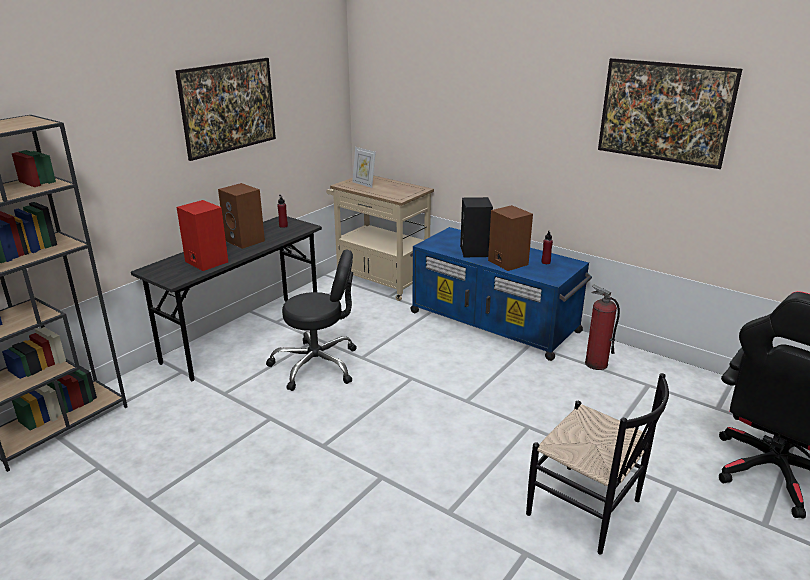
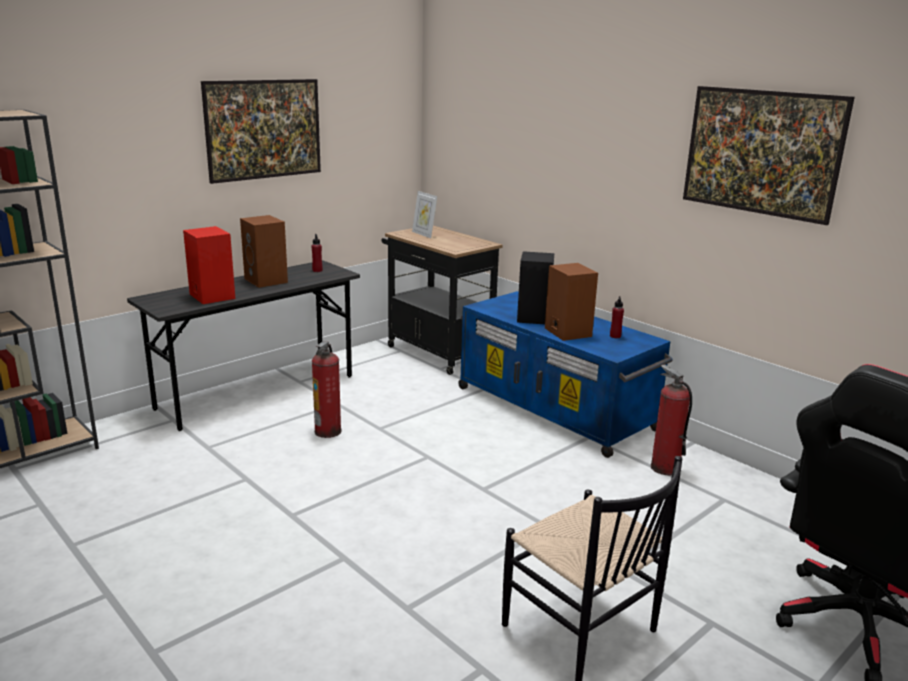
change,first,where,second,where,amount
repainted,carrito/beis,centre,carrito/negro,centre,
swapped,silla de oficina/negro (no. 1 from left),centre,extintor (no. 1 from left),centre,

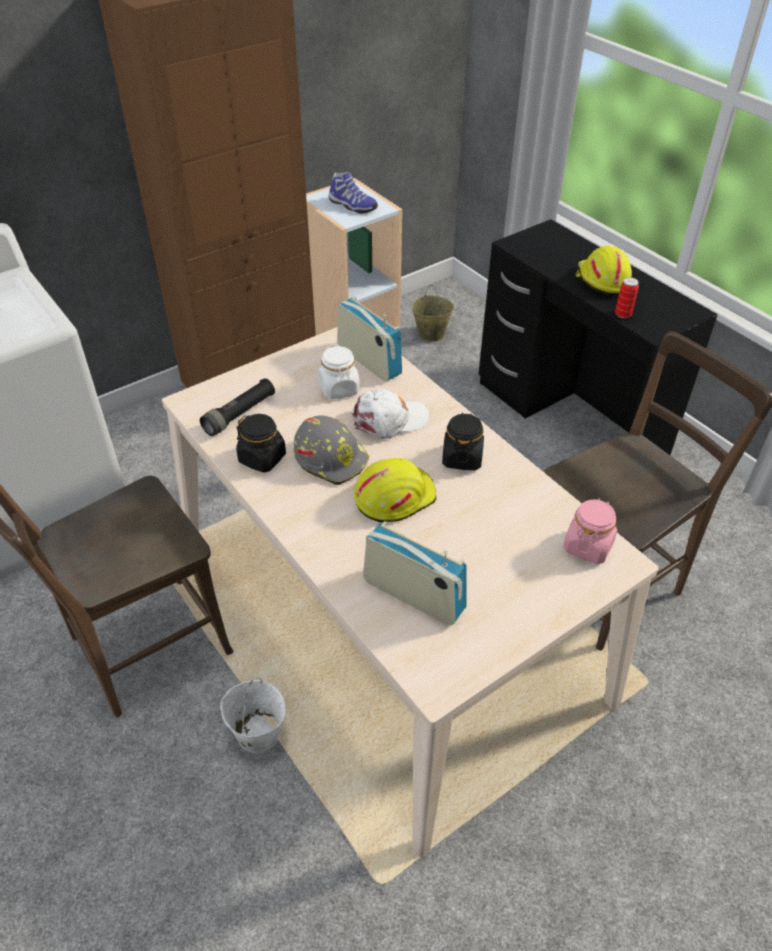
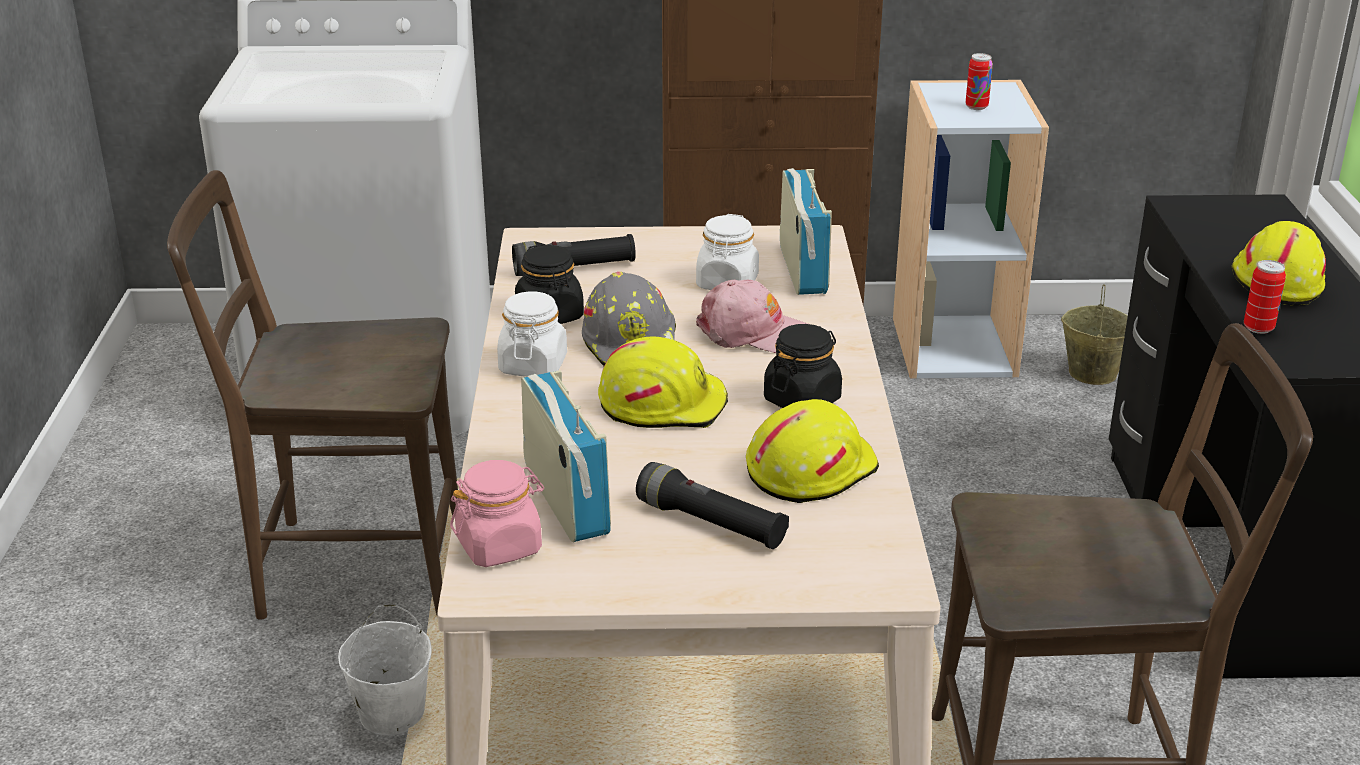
change,first,where,second,where,amount
swapped,zapato,top centre,lata (no. 1 from left),top right,
repainted,gorra/blanco,centre,gorra/rosa,centre,
shifted,tarro/rosa,middle right,,bottom centre,
new,,,tarro/blanco (no. 1 from left),centre,
new,,,casco/amarillo (no. 2 from left),centre,
new,,,linterna/negro (no. 2 from left),centre,

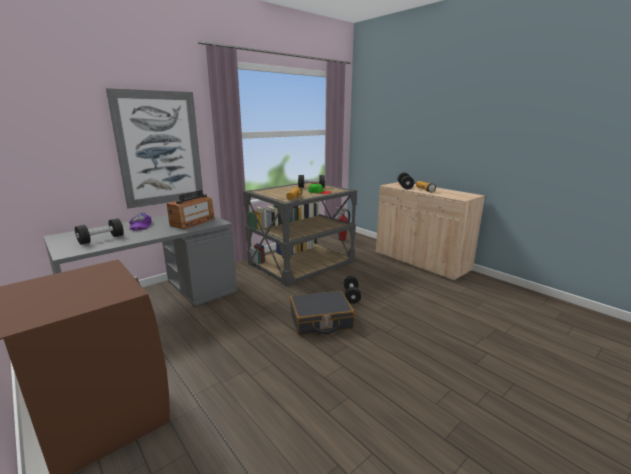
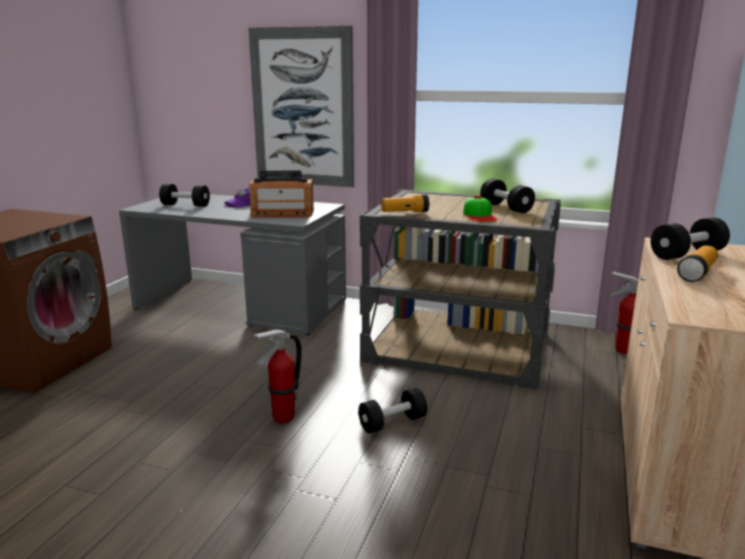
change,first,where,second,where,amount
swapped,maleta/negro,centre,extintor (no. 1 from left),bottom centre,

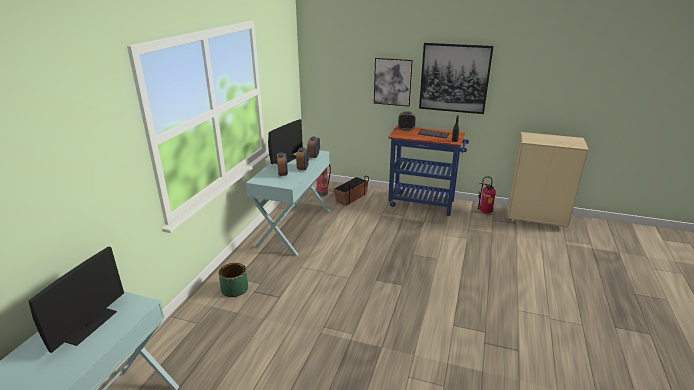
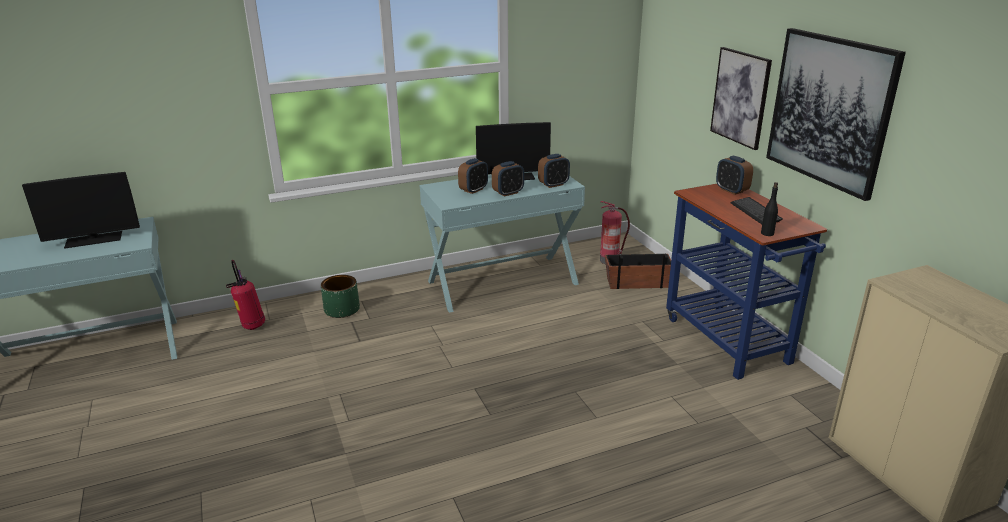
change,first,where,second,where,amount
shifted,extintor (no. 2 from left in the first image),middle right,extintor (no. 1 from left),middle left,

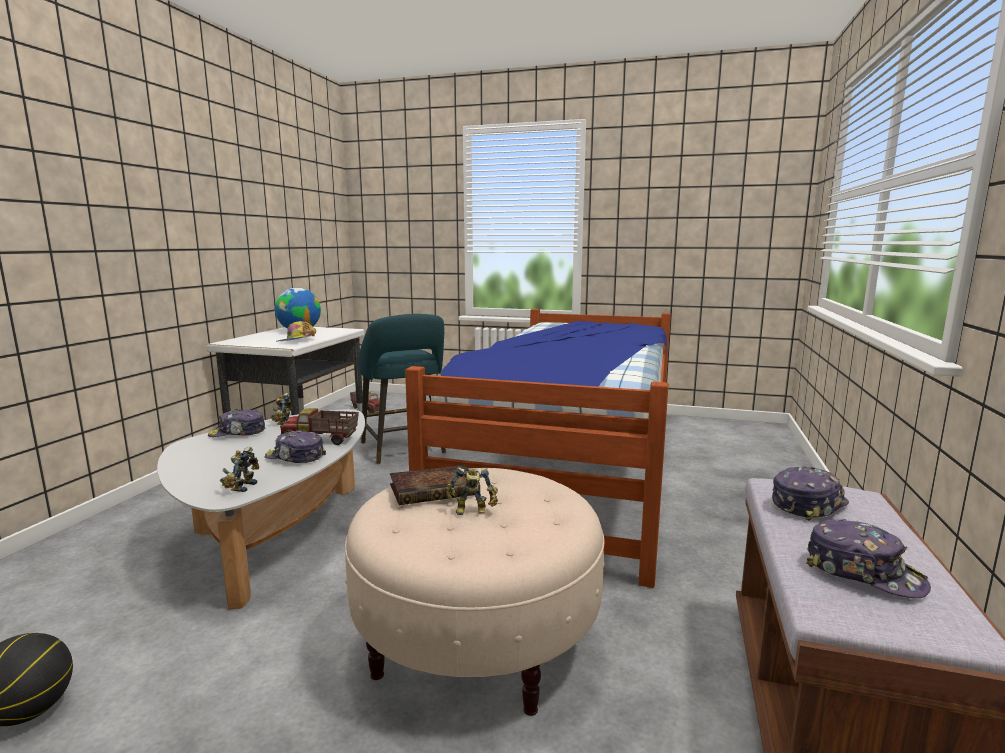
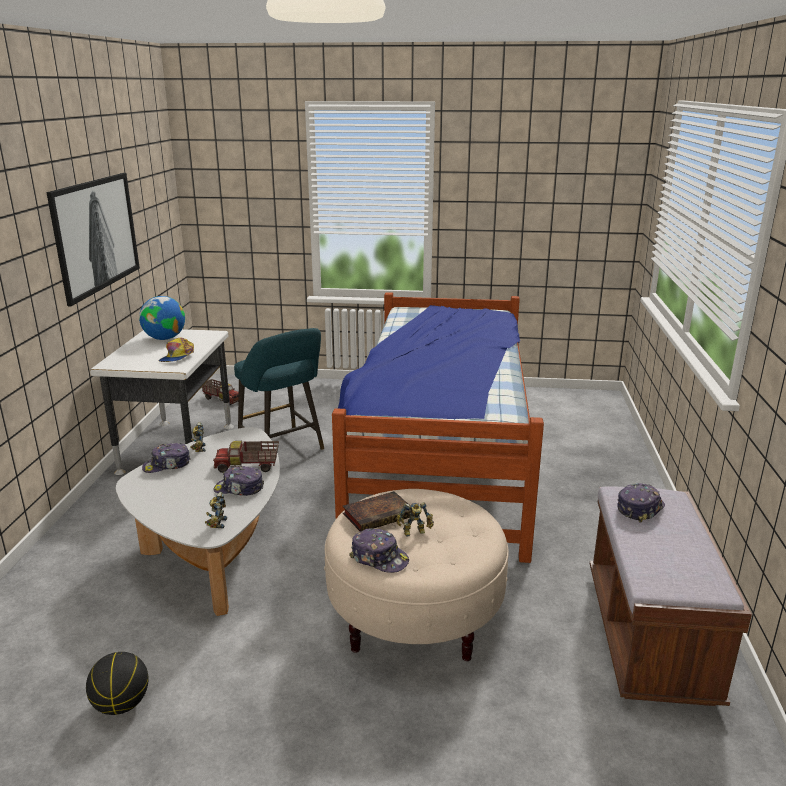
change,first,where,second,where,amount
shifted,gorra (no. 5 from left in the first image),bottom right,gorra (no. 4 from left),bottom centre,
new,,,cuadro,top left,

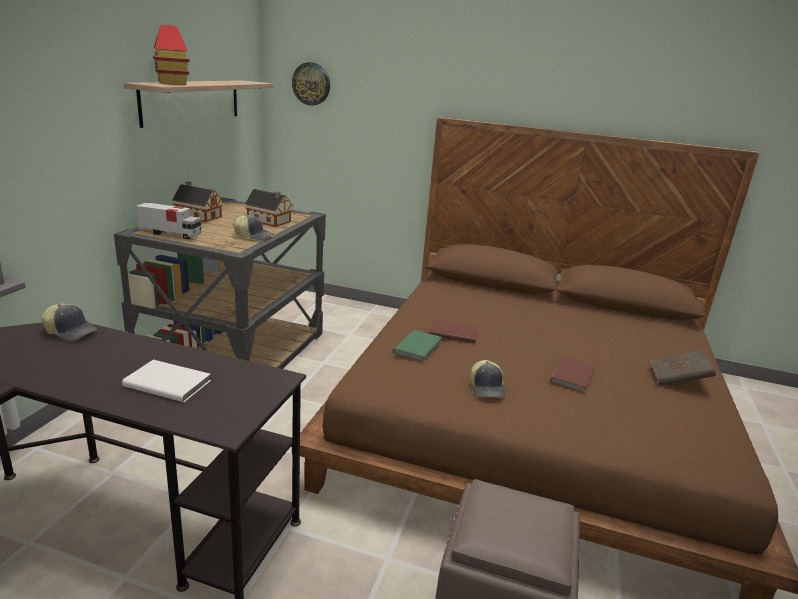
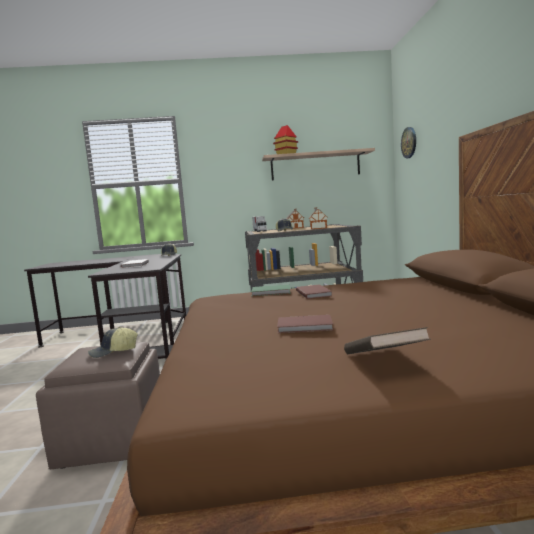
change,first,where,second,where,amount
shifted,gorra (no. 3 from left in the first image),centre,gorra (no. 1 from left),middle left,

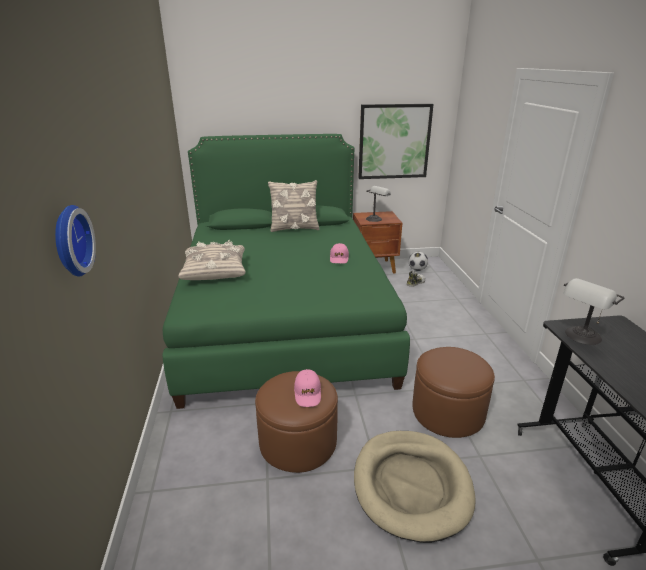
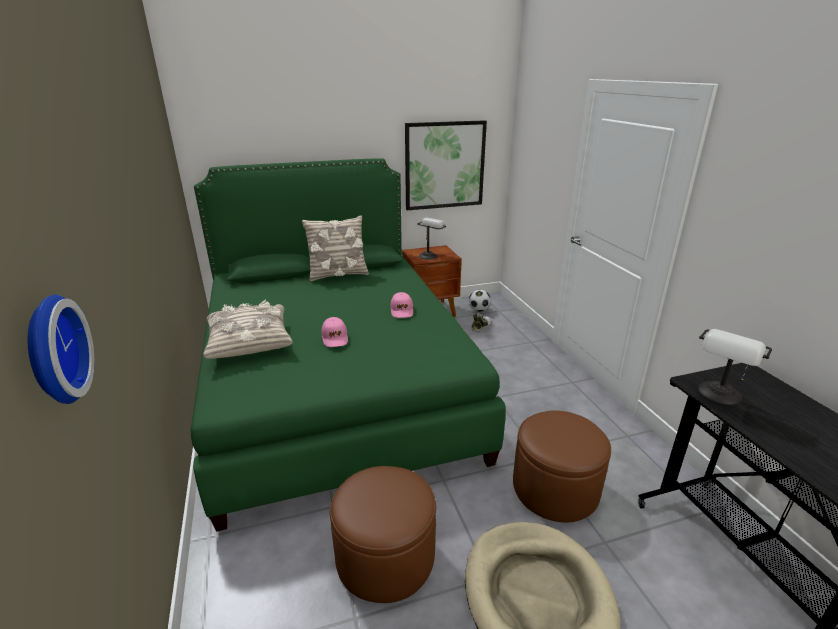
change,first,where,second,where,amount
shifted,gorra/rosa (no. 1 from left),bottom centre,,centre,

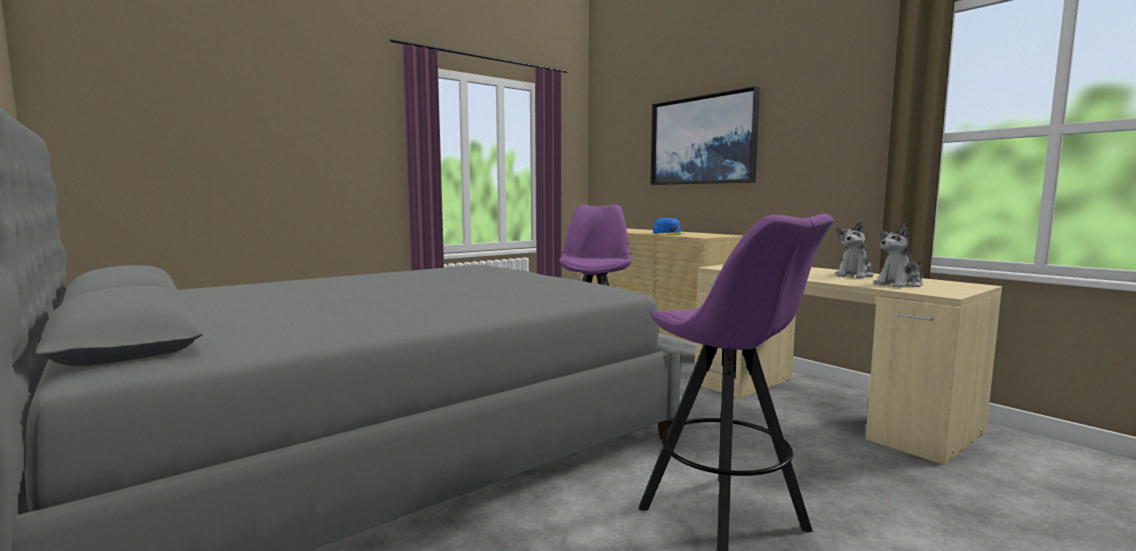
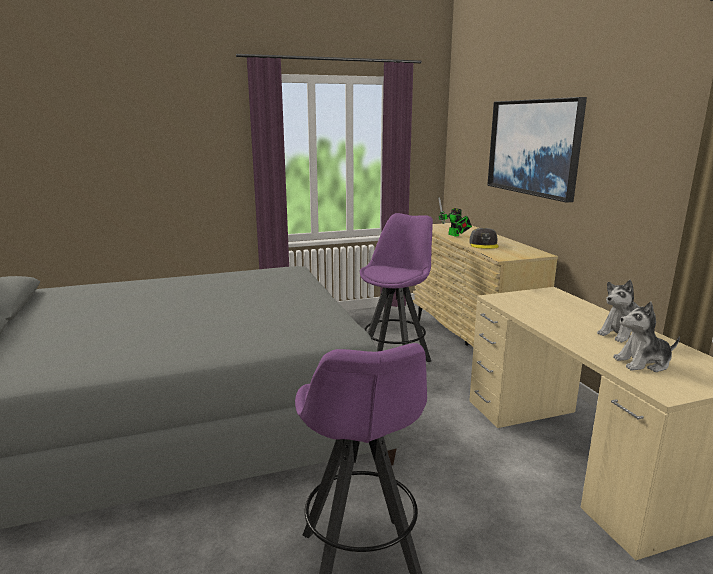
change,first,where,second,where,amount
repainted,gorra/azul,centre,gorra/gris,middle right,
new,,,robot de juguete,centre,

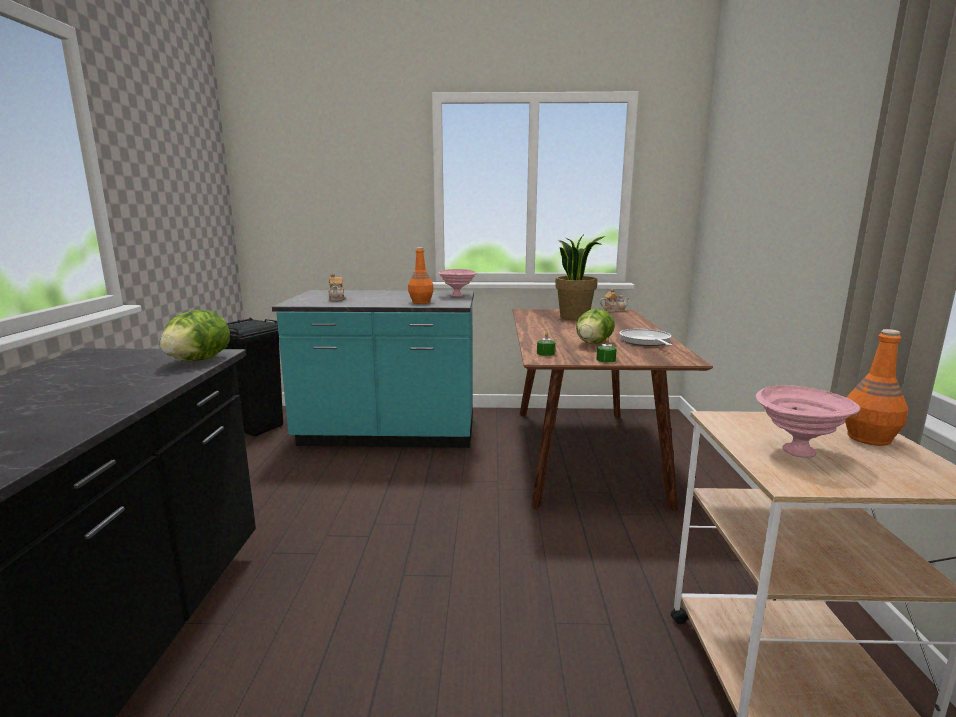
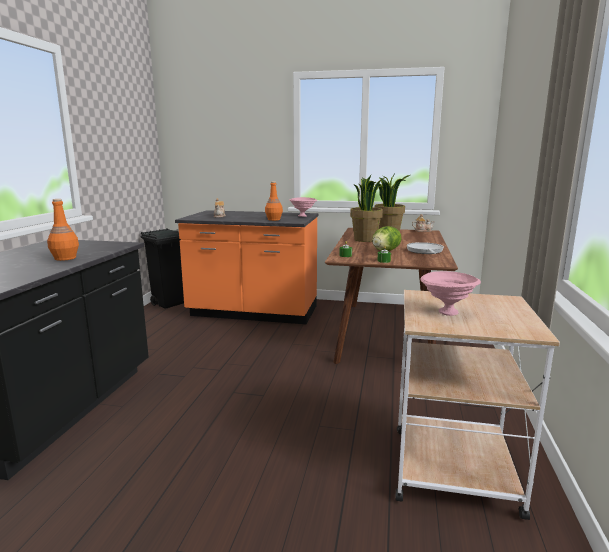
change,first,where,second,where,amount
repainted,mueble bajo de cocina/turquesa,centre,mueble bajo de cocina/naranja,centre,
gone,lechuga (no. 1 from left),middle left,,,
shifted,botella/naranja (no. 2 from left in the first image),middle right,botella/naranja (no. 1 from left),middle left,
new,,,planta en maceta (no. 1 from left),centre,

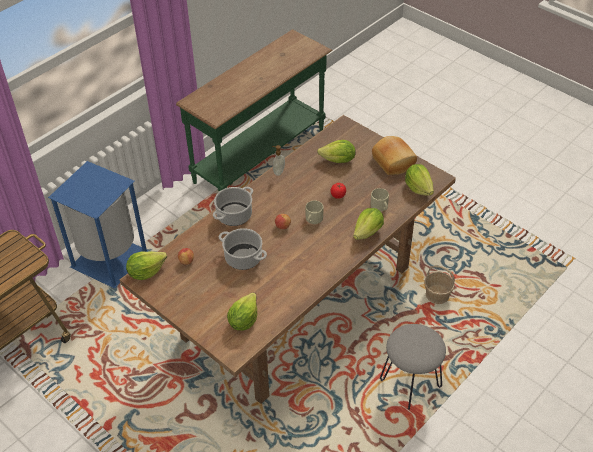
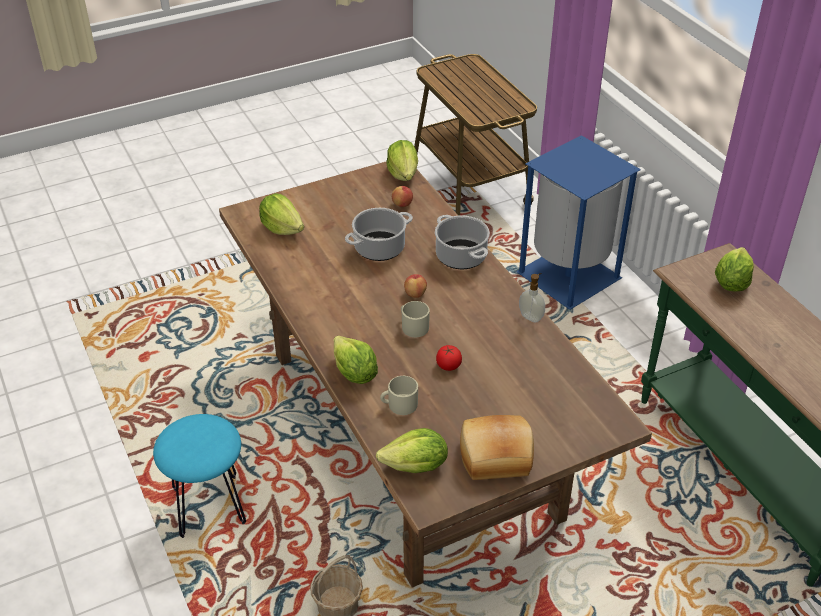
change,first,where,second,where,amount
shifted,lechuga (no. 3 from left in the first image),centre,lechuga (no. 5 from left),middle right,
repainted,taburete/gris,bottom right,taburete/turquesa,bottom left,

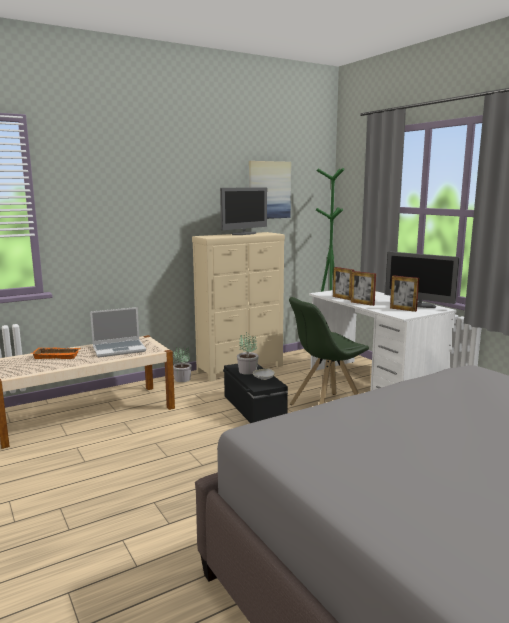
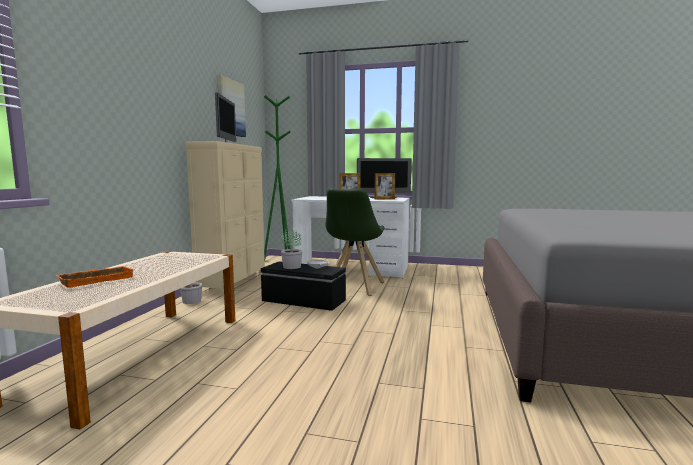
change,first,where,second,where,amount
gone,portarretratos (no. 1 from left),middle right,,,
gone,portátil,middle left,,,

